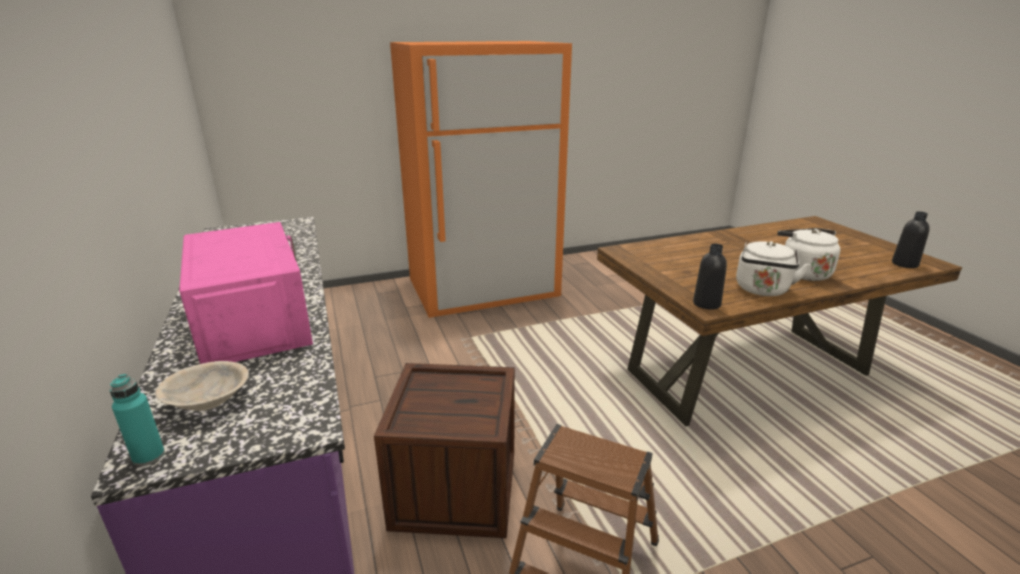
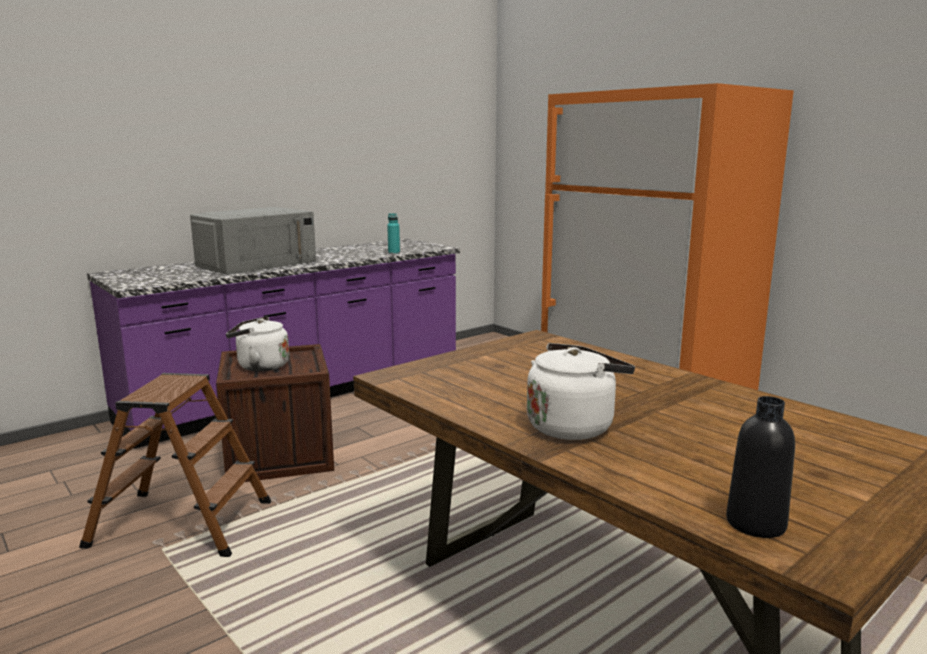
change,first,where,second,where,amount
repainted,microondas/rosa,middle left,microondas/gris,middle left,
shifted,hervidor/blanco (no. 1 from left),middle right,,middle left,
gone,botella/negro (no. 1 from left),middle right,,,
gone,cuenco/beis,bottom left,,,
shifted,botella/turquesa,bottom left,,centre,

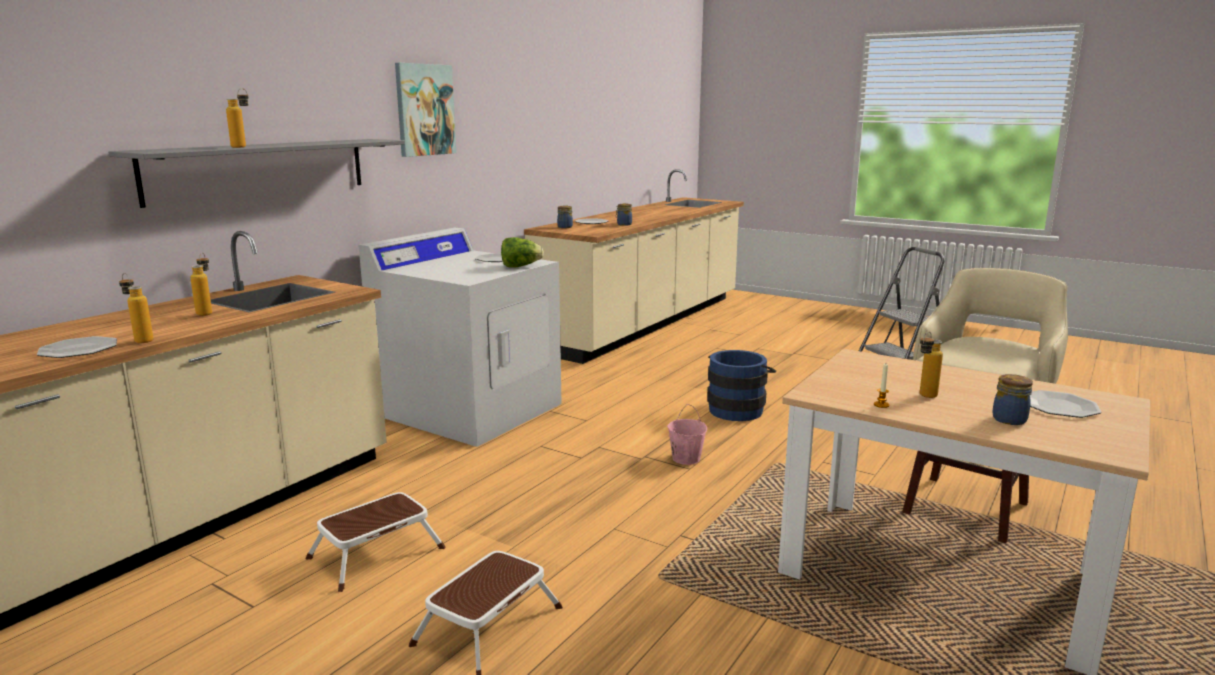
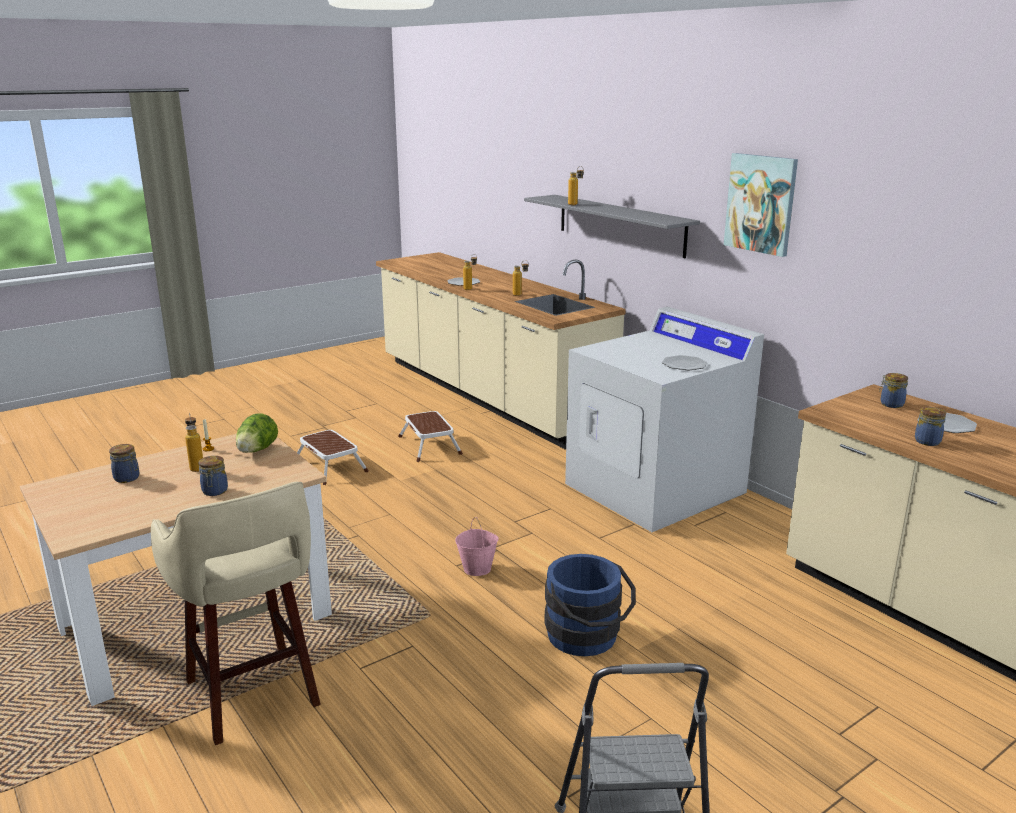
change,first,where,second,where,amount
shifted,lechuga,centre,,middle left,
gone,plato (no. 4 from left),middle right,,,
new,,,tarro (no. 2 from left),middle left,

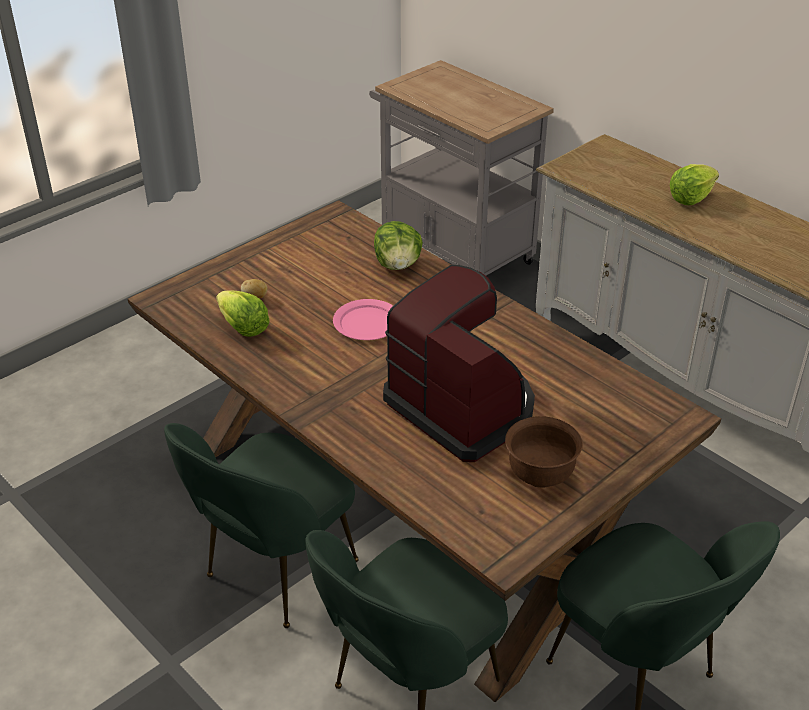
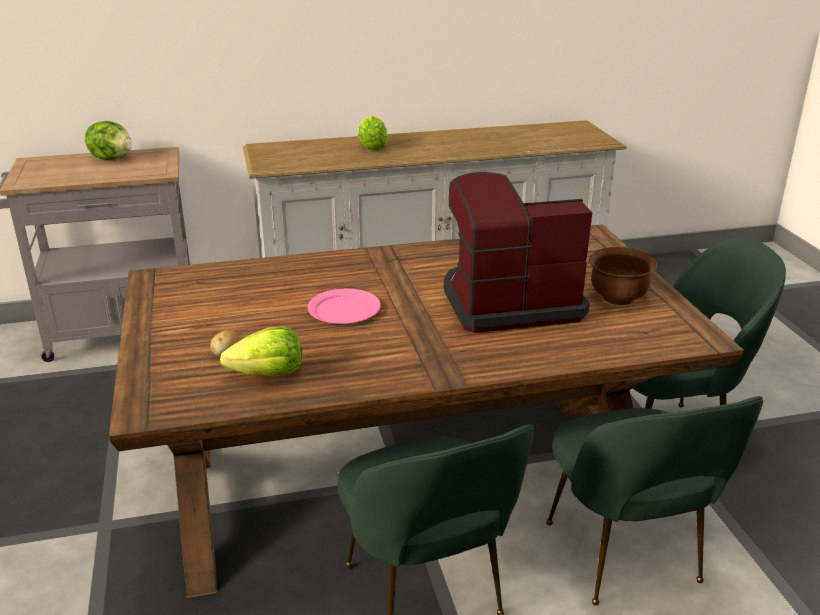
change,first,where,second,where,amount
shifted,lechuga (no. 2 from left in the first image),centre,lechuga (no. 1 from left),top left,

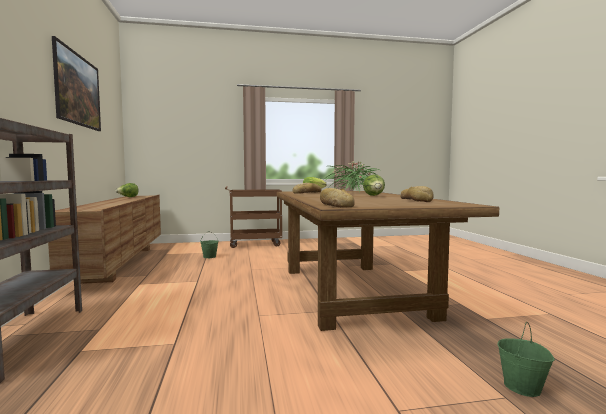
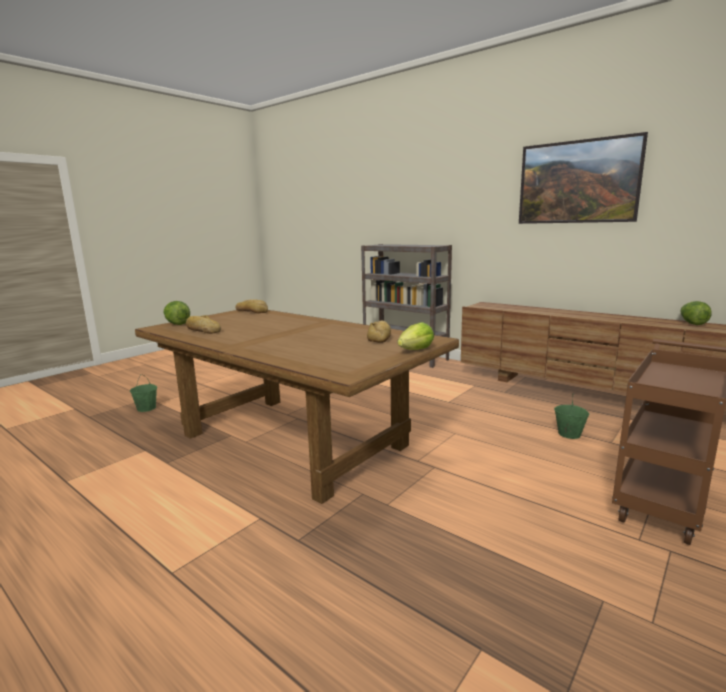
change,first,where,second,where,amount
gone,planta en maceta,centre,,,
shifted,lechuga (no. 3 from left in the first image),centre,lechuga (no. 1 from left),middle left,

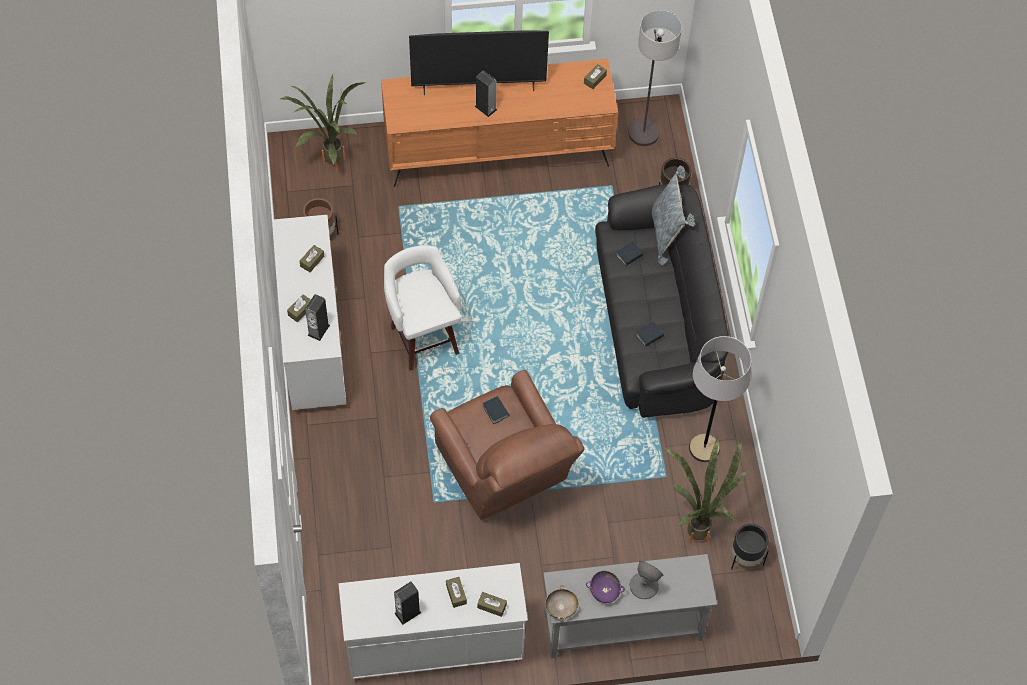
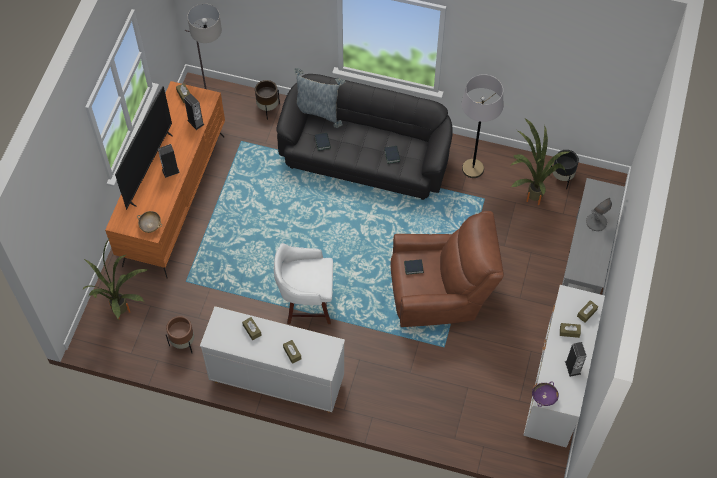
change,first,where,second,where,amount
shifted,altavoz (no. 1 from left in the first image),middle left,altavoz (no. 2 from left),top left,
shifted,cuenco/morado,bottom centre,,bottom right,
shifted,cuenco/beis,bottom centre,,middle left,

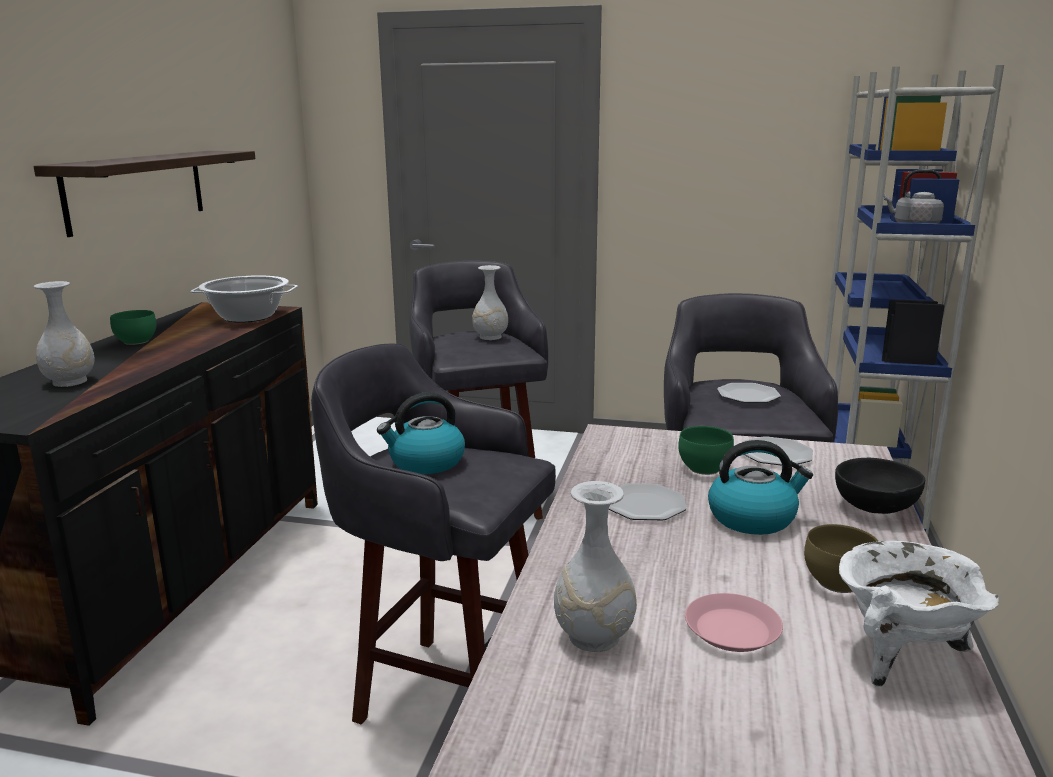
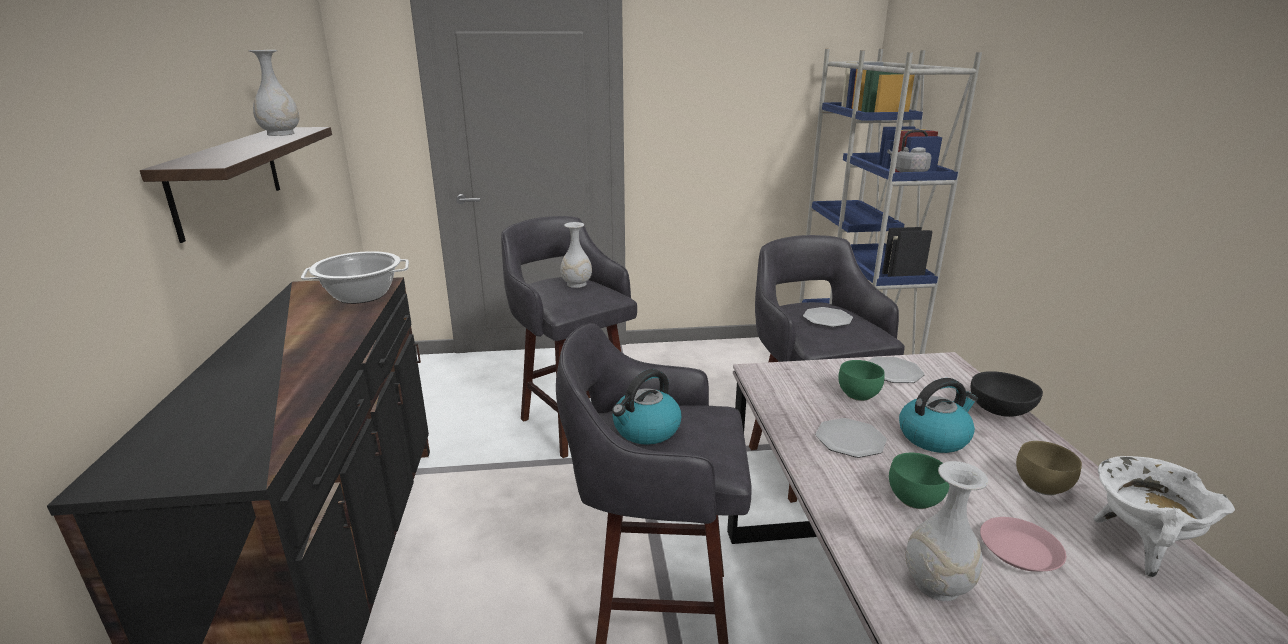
change,first,where,second,where,amount
shifted,florero/blanco (no. 1 from left),middle left,,top left,
shifted,cuenco/verde (no. 1 from left in the first image),middle left,cuenco/verde (no. 2 from left),bottom right,

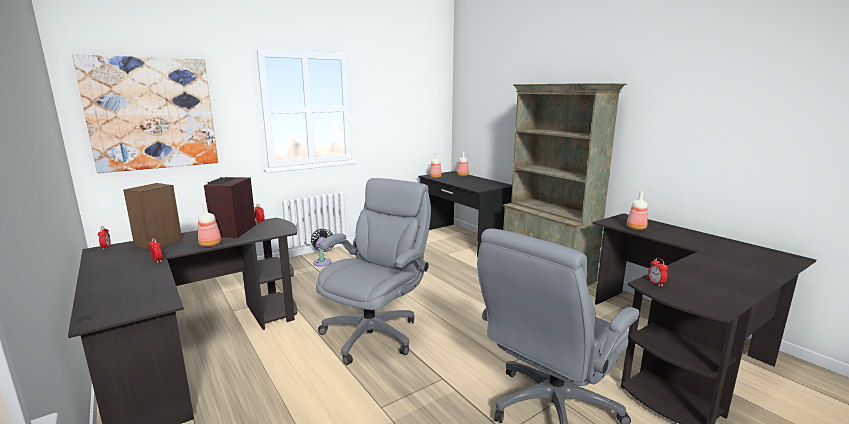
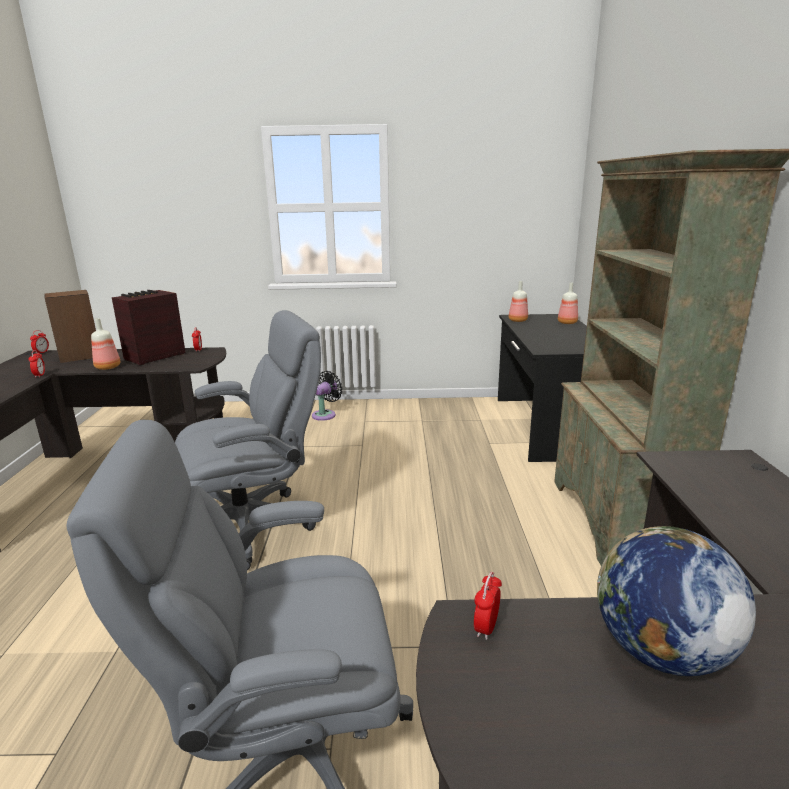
change,first,where,second,where,amount
gone,cuadro,top left,,,
gone,botella (no. 4 from left),middle right,,,
new,,,globo terráqueo,bottom right,

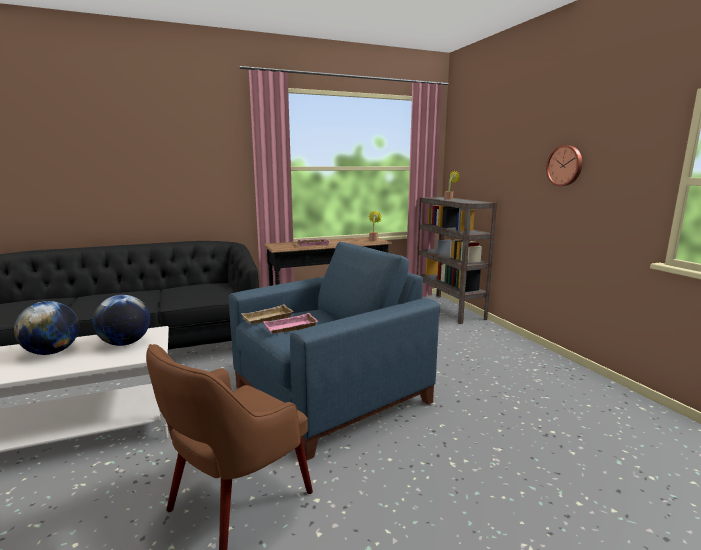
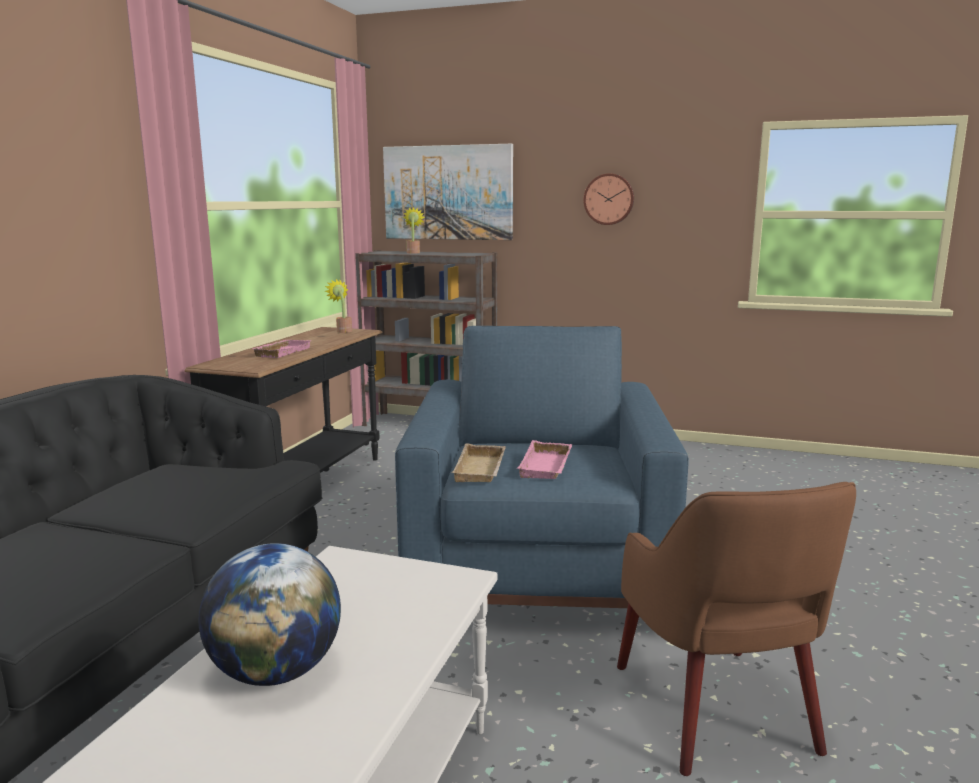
change,first,where,second,where,amount
gone,globo terráqueo (no. 2 from left),middle left,,,
new,,,cuadro,top centre,

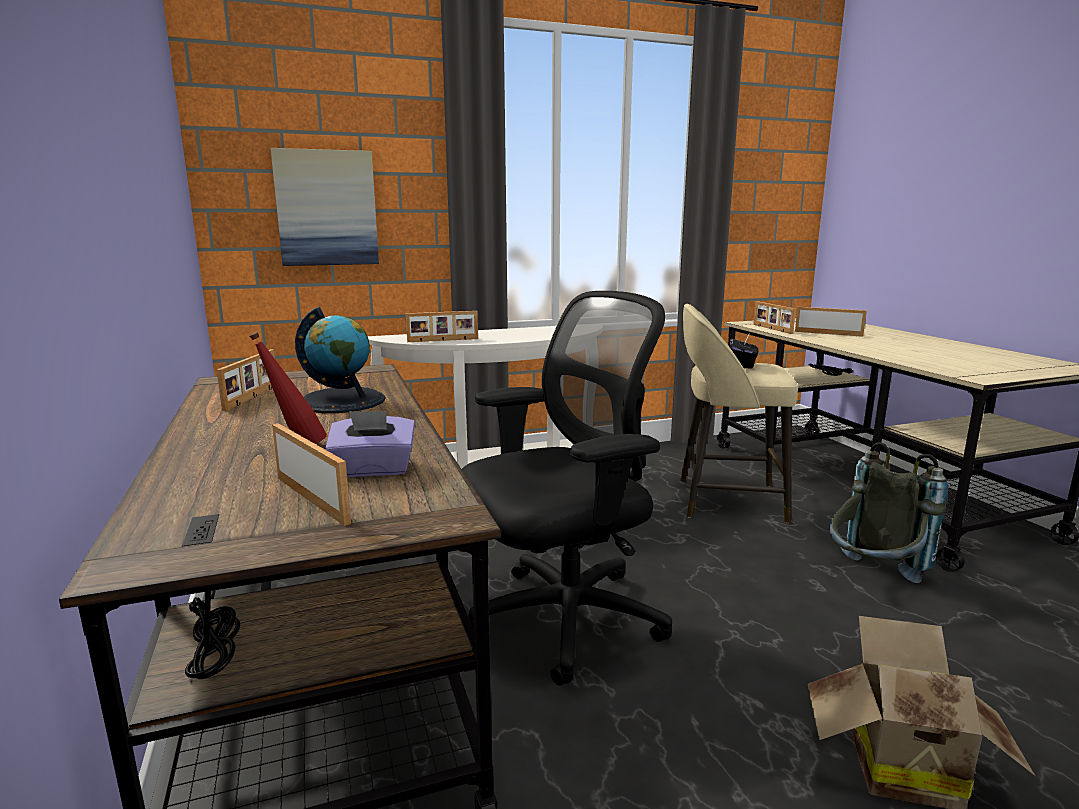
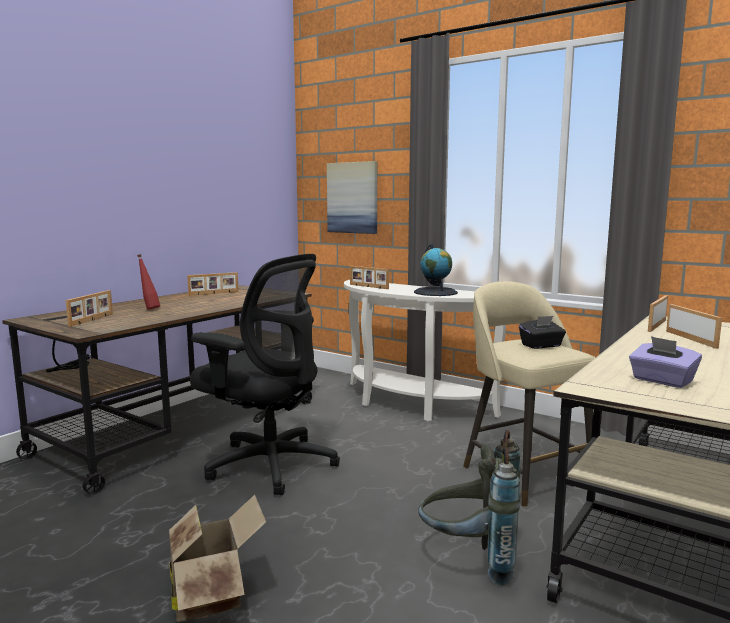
change,first,where,second,where,amount
shifted,globo terráqueo,middle left,,centre,
shifted,caja de pañuelos/morado,centre,,middle right,

